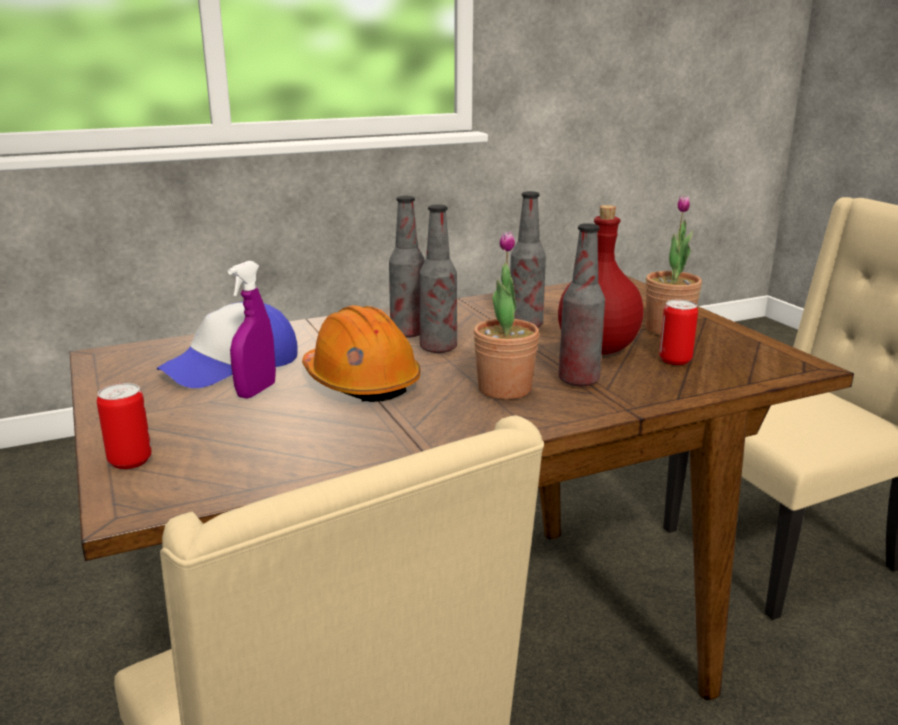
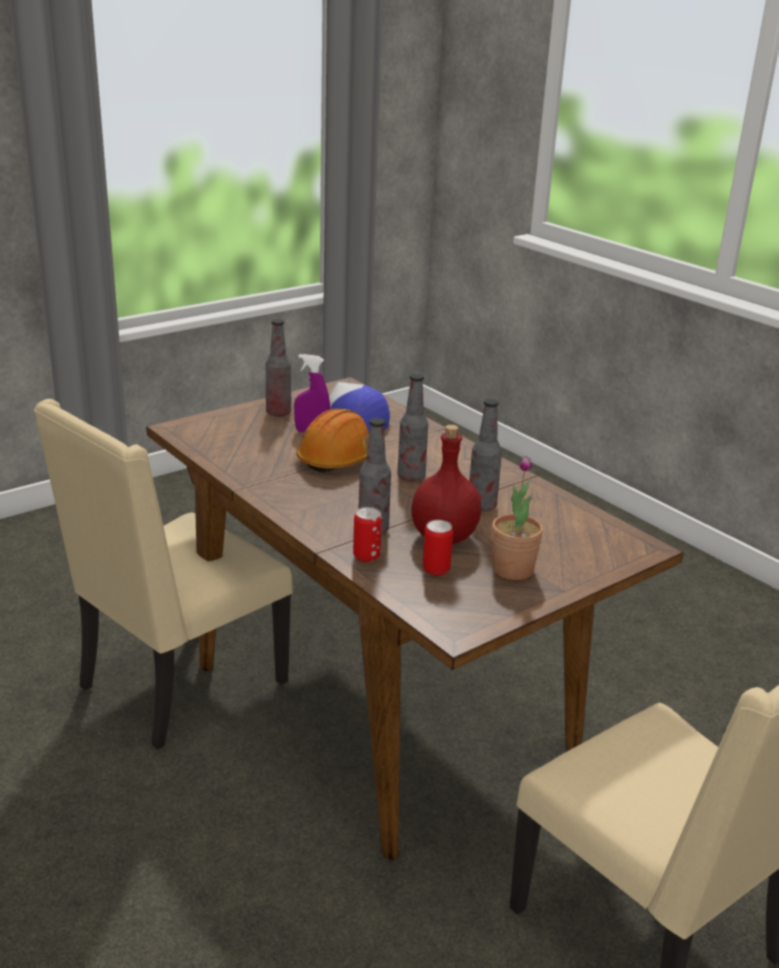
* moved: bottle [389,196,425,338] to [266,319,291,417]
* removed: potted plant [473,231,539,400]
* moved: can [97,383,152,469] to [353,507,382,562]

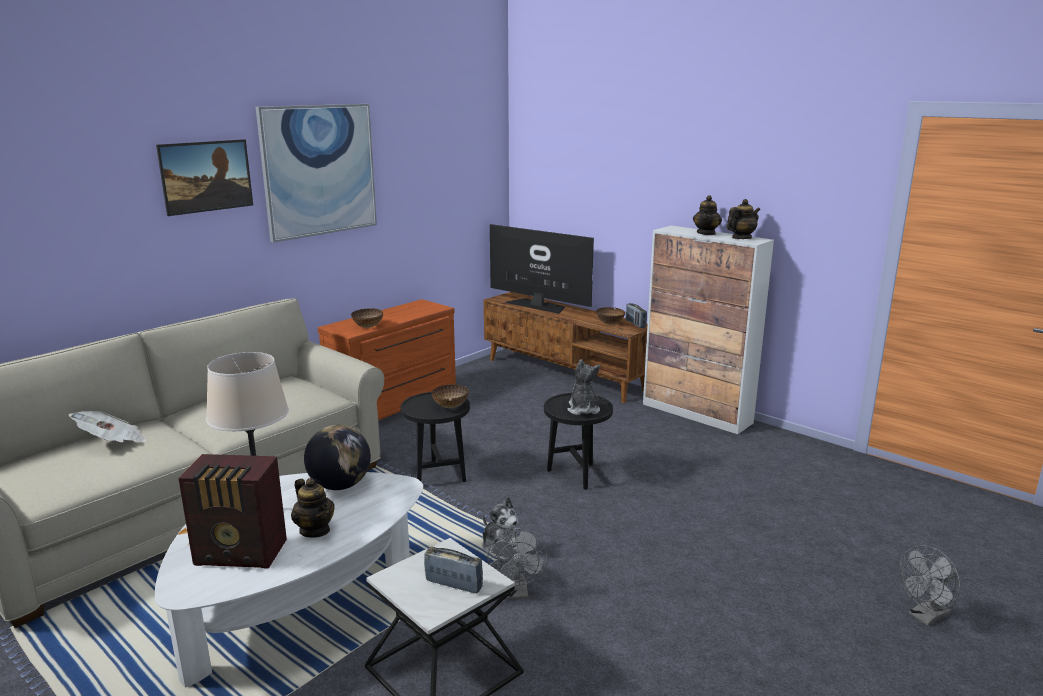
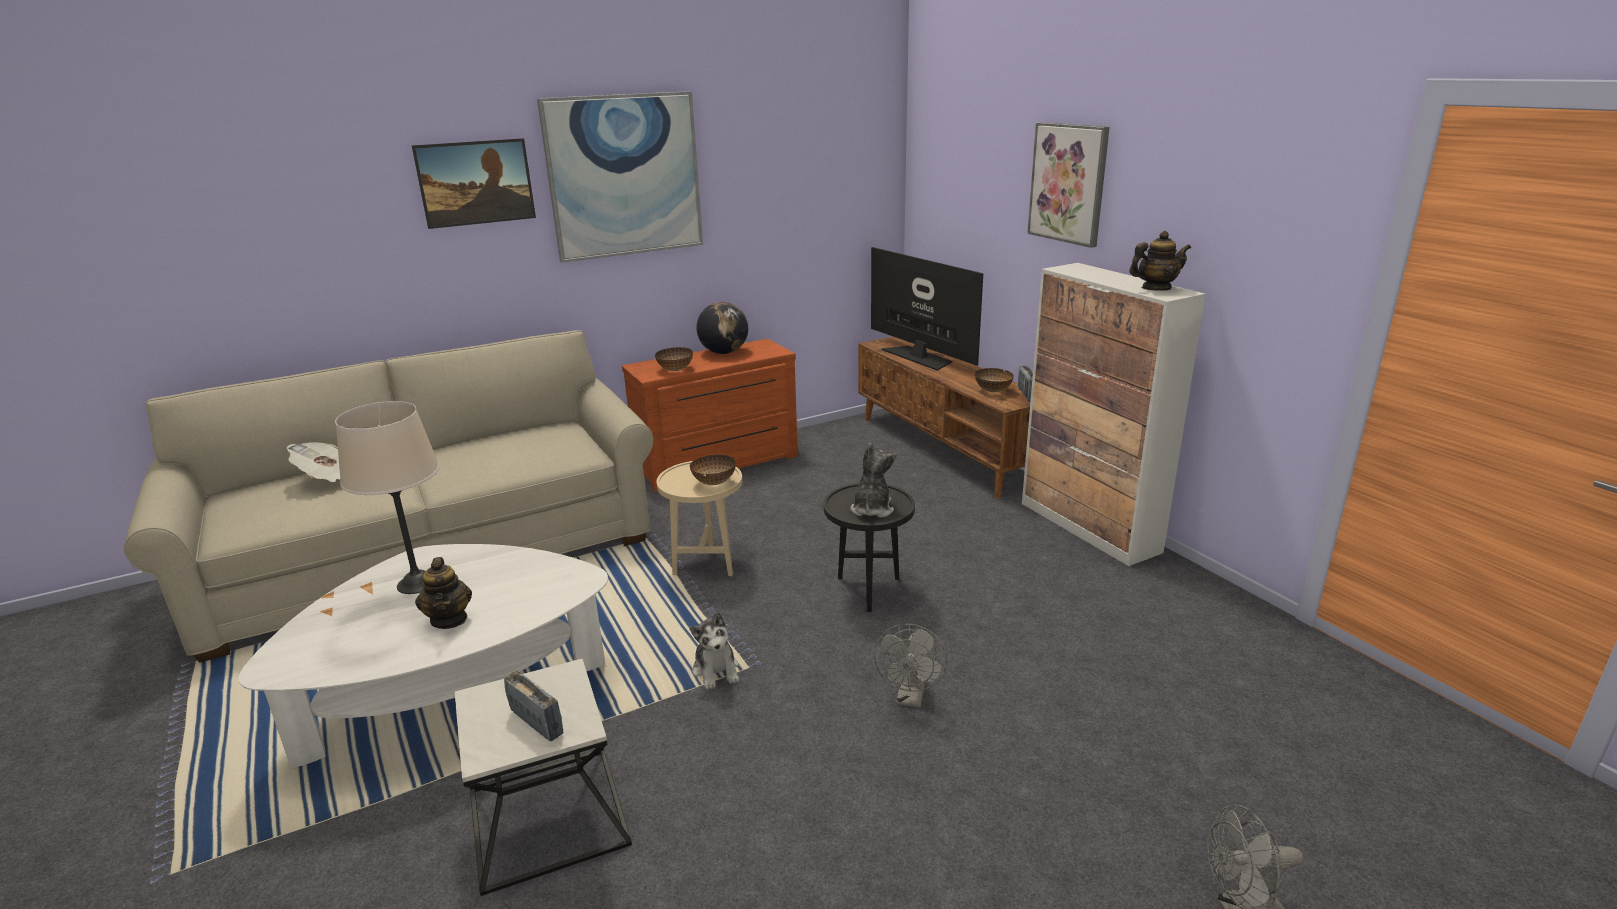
* removed: teapot [693,195,722,235]
* recoloured: black side table [401,392,470,482] to beige side table [656,461,742,576]
* moved: globe [304,425,371,490] to [697,302,748,354]
* removed: radio [178,454,287,569]
* moved: grey fan [487,528,548,599] to [874,624,948,708]
* added: picture [1027,122,1110,248]

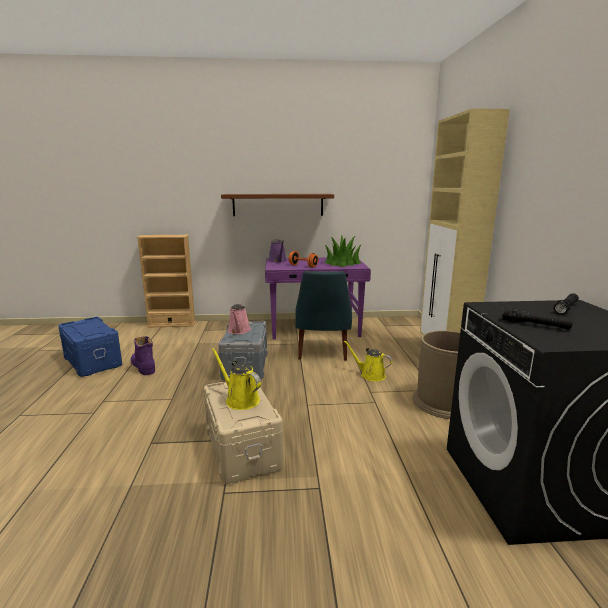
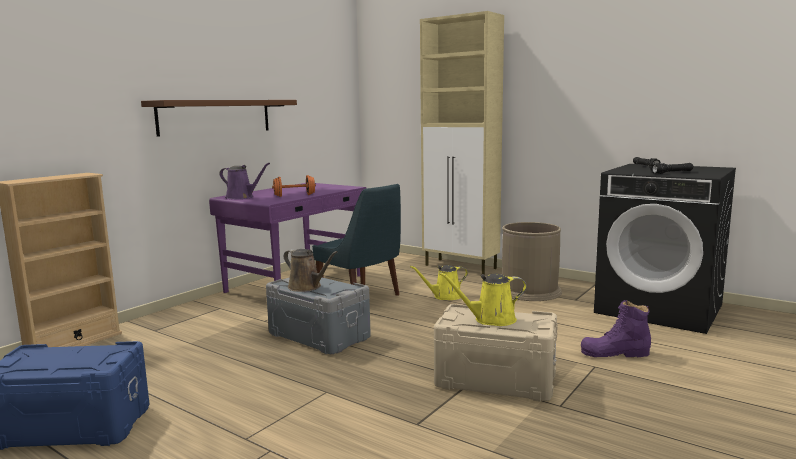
* removed: potted plant [325,235,362,267]
* recoloured: pink watering can [228,303,251,334] to brown watering can [284,249,338,292]
* moved: purple boot [131,336,155,375] to [581,300,651,357]

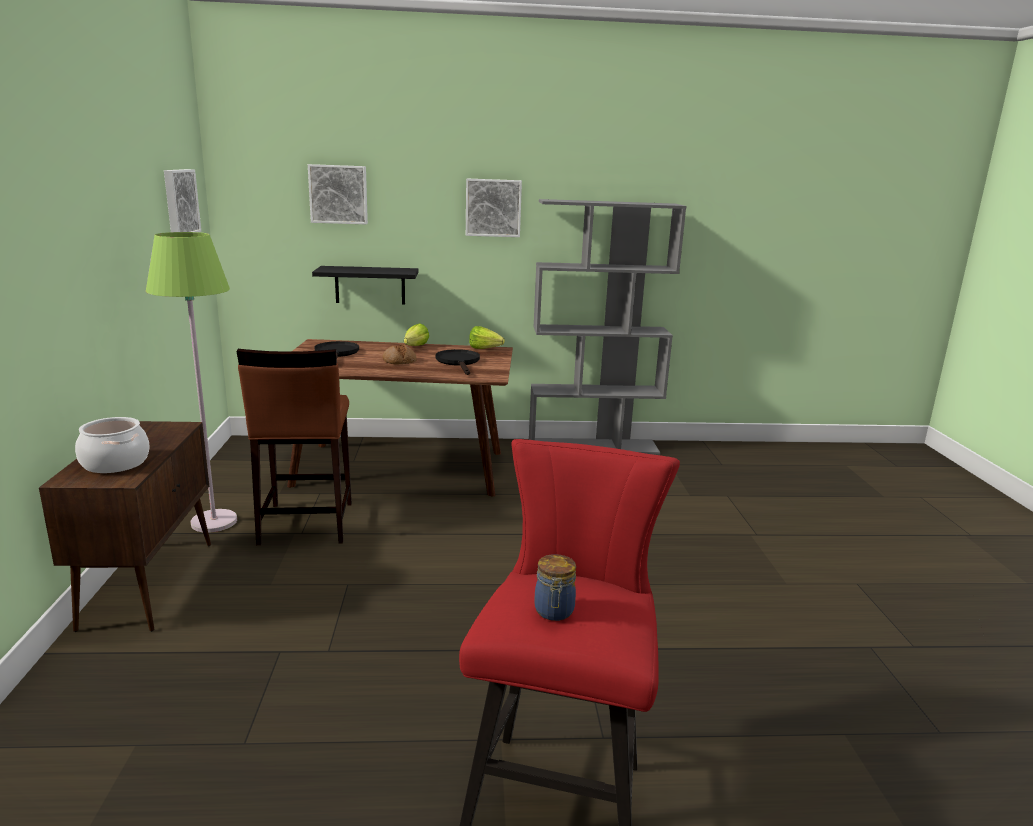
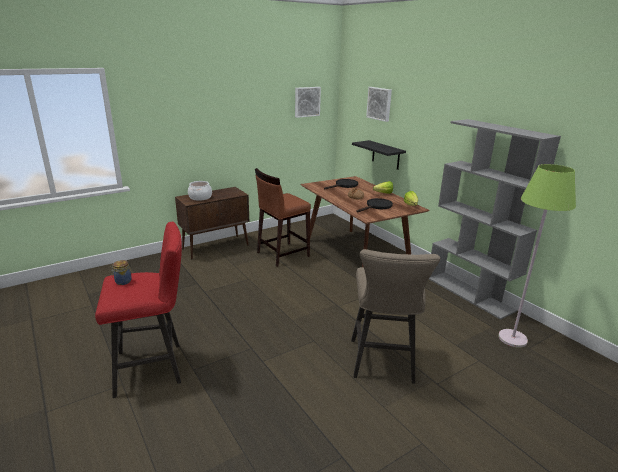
* removed: picture [466,179,522,237]
* moved: green floor lamp [146,232,237,533] to [498,164,576,348]
* added: beige stool [351,249,440,384]

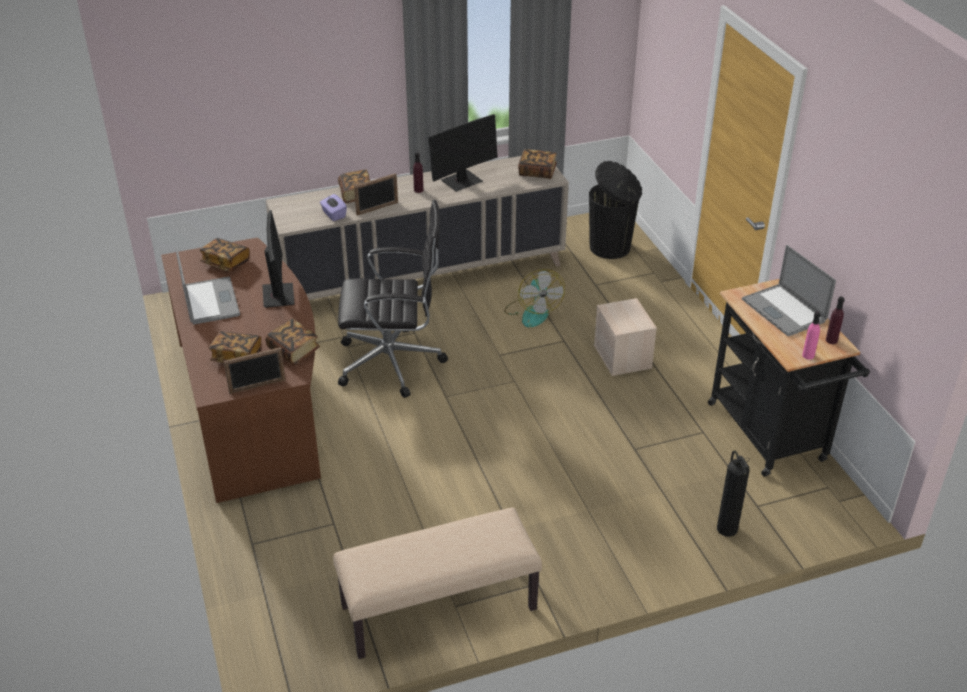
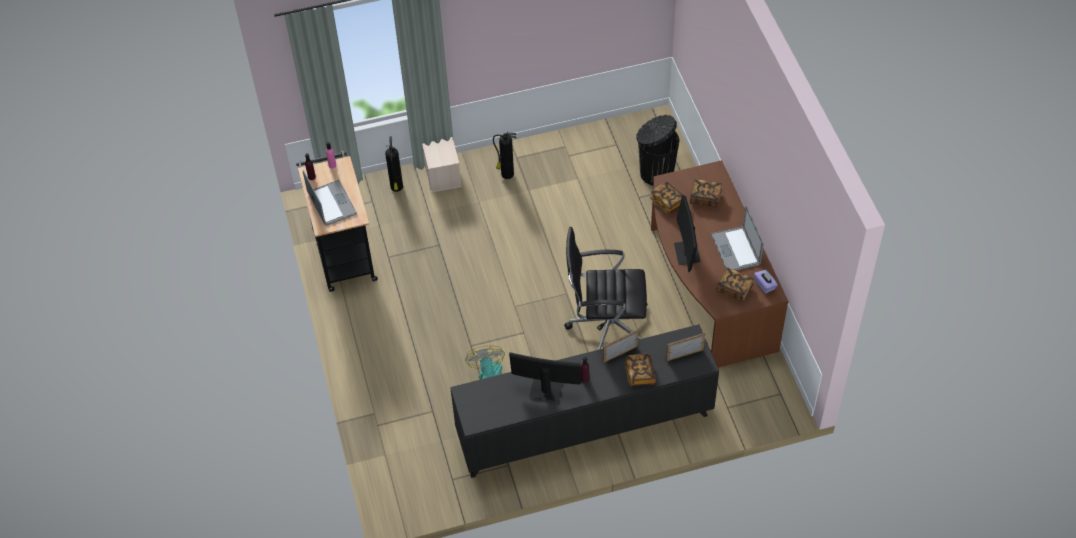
* turned: monitor [428,114,498,192] = [509,352,581,402] 45 degrees clockwise
* removed: book [518,149,557,179]
* recoloured: beige cabinet [266,156,569,300] to black cabinet [450,324,719,478]
* moved: black trash can [589,161,642,259] to [636,115,679,186]
* moved: purple tissue box [320,194,347,221] to [754,270,778,294]
* moved: beige storage box [594,298,657,376] to [422,137,462,193]
* moved: picture frame [224,347,286,394] to [666,333,705,361]
* removed: beige bench [333,508,542,659]
* added: fire extinguisher [493,131,517,179]

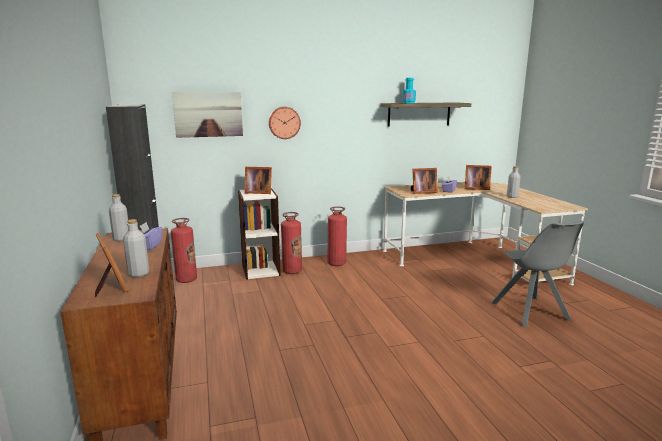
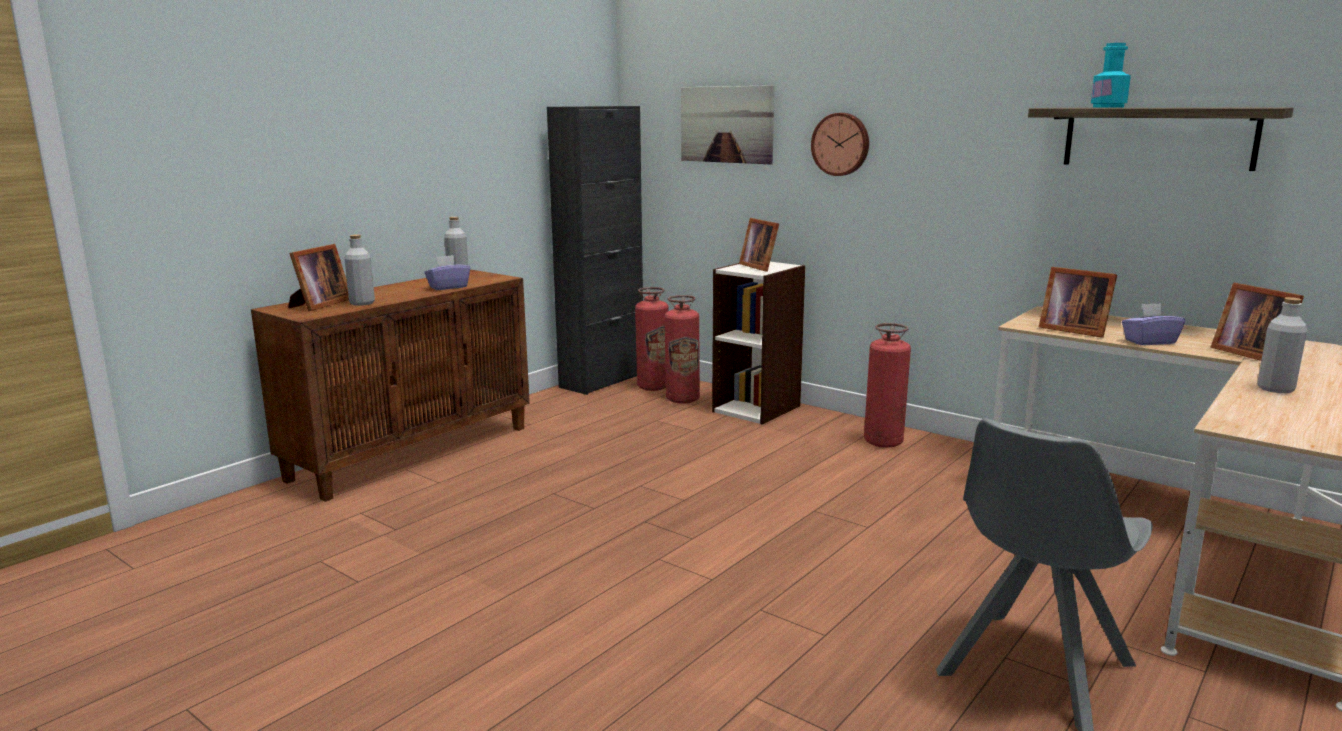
* moved: fire extinguisher [281,212,302,274] to [665,295,700,404]

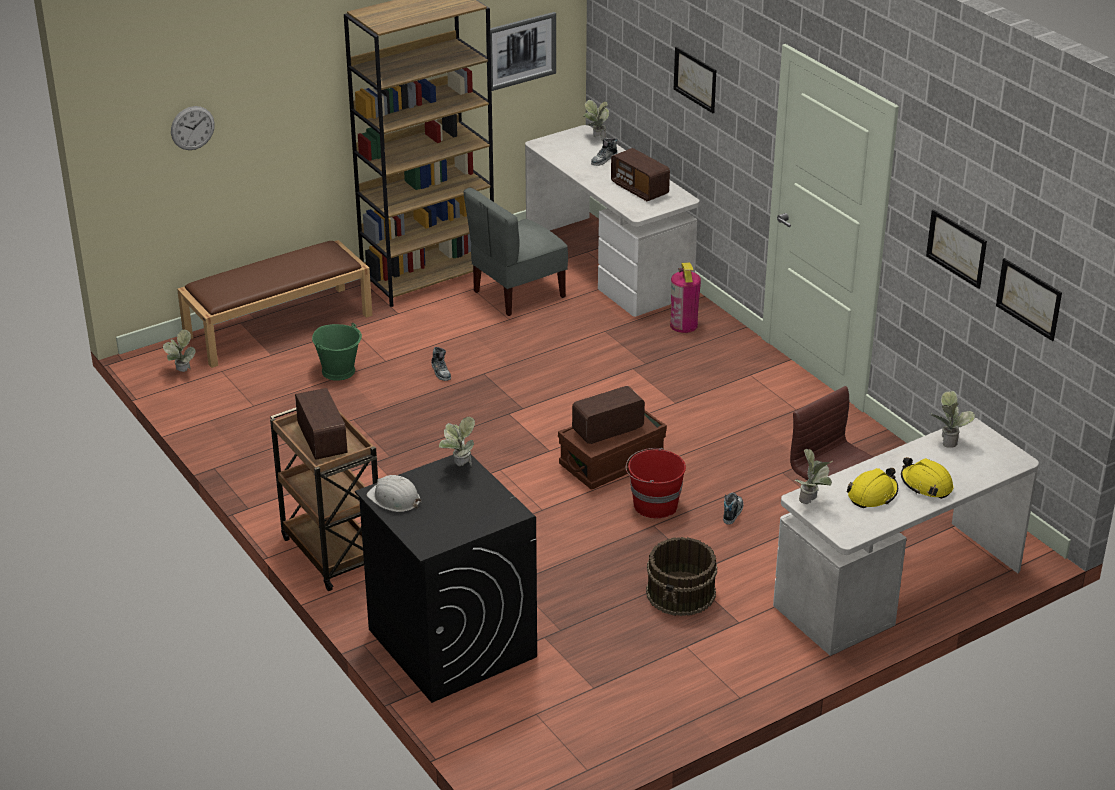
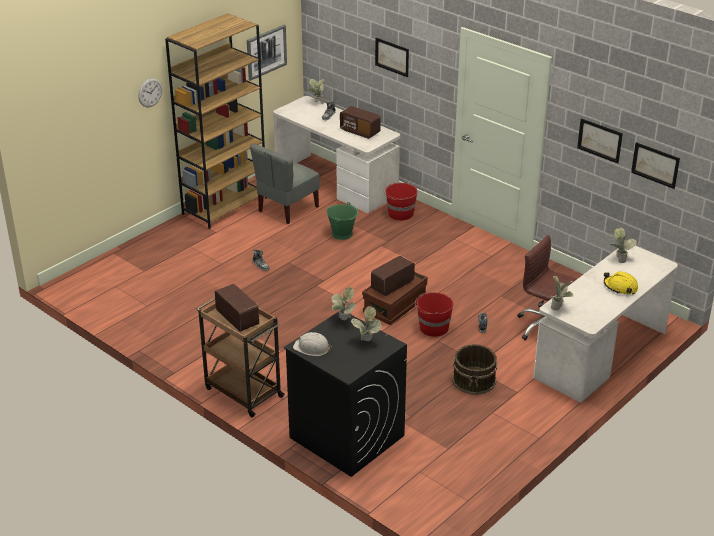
* moved: wall clock [171,106,215,150] to [138,78,162,107]
* removed: brown bench [177,240,372,368]
* replaced: fire extinguisher [670,262,701,333] to red bucket [384,182,417,221]
* moved: green bucket [312,323,362,381] to [326,202,358,240]
* moved: potted plant [163,330,196,372] to [351,306,382,341]
* removed: yellow hard hat [847,468,898,508]

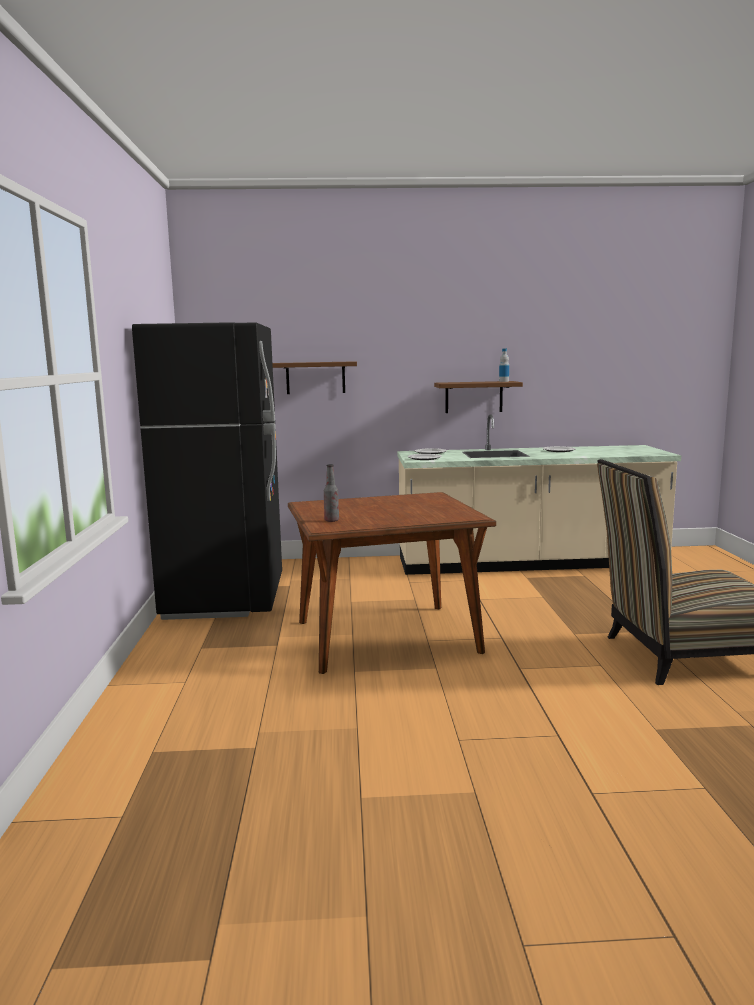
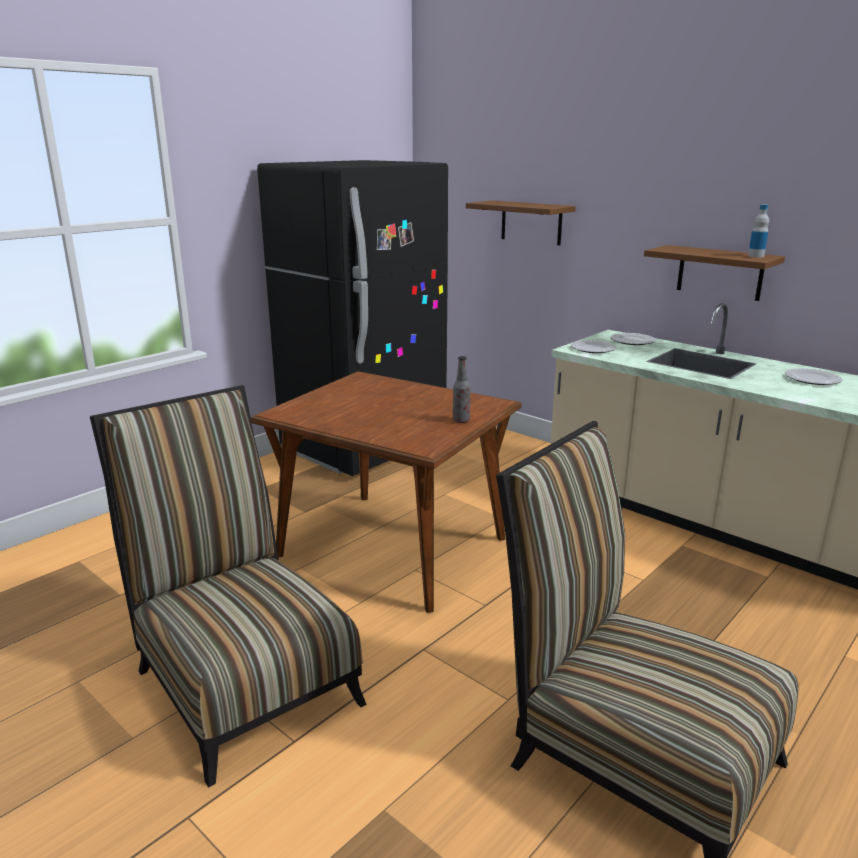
* moved: bottle [324,464,339,522] to [453,356,470,423]
* added: chair [90,385,366,787]

